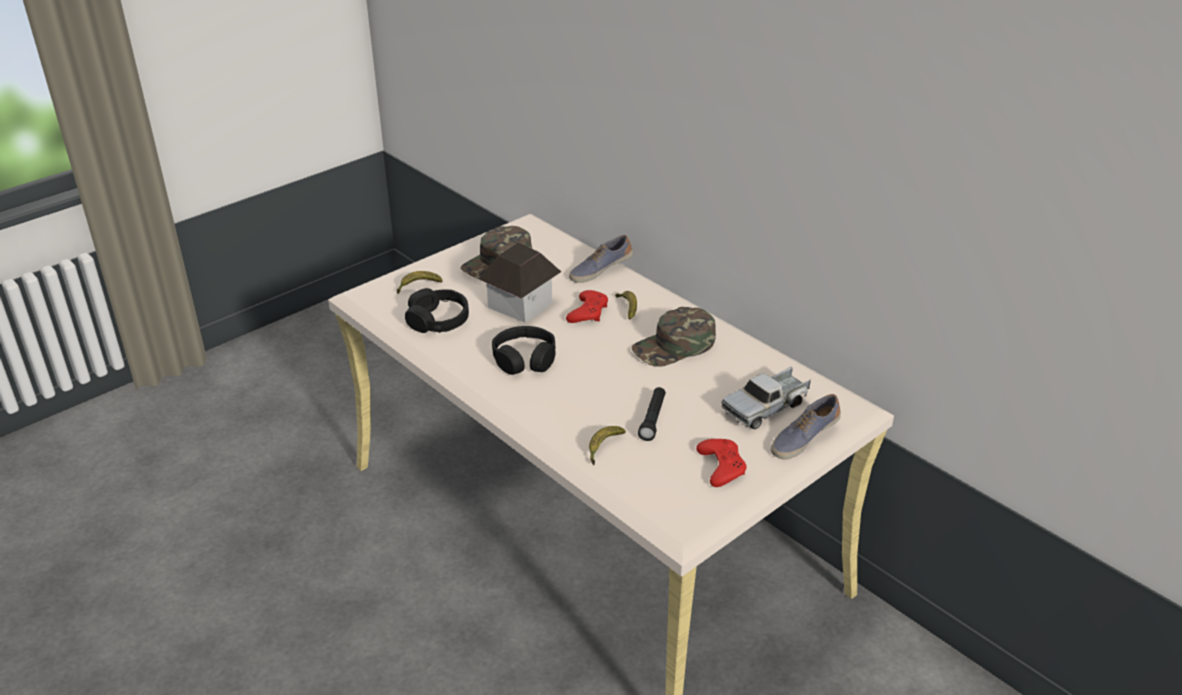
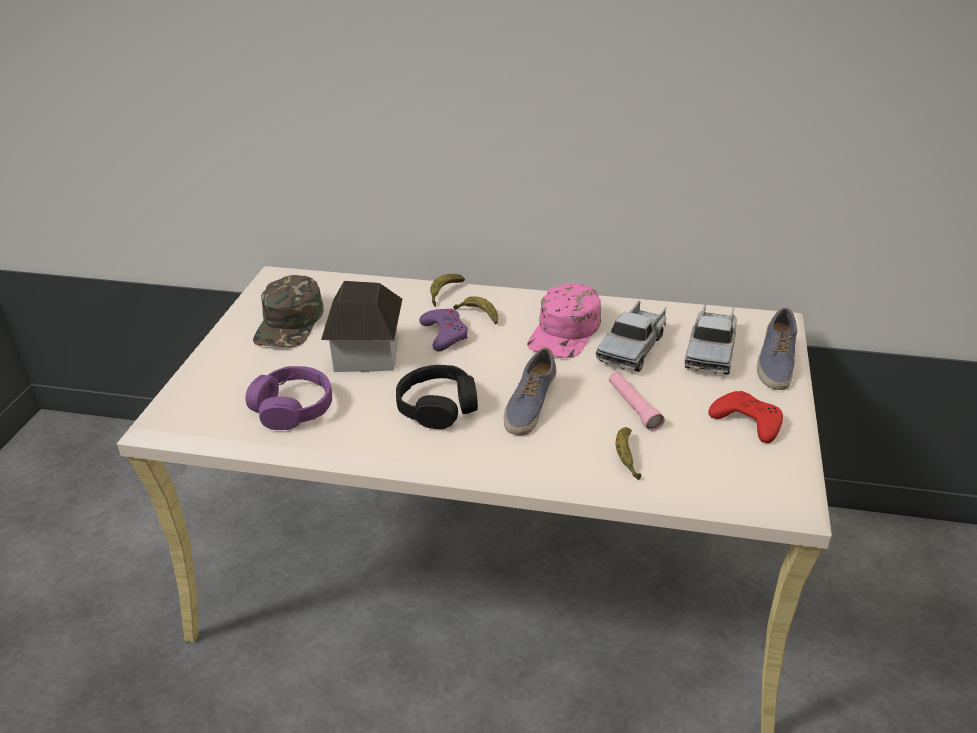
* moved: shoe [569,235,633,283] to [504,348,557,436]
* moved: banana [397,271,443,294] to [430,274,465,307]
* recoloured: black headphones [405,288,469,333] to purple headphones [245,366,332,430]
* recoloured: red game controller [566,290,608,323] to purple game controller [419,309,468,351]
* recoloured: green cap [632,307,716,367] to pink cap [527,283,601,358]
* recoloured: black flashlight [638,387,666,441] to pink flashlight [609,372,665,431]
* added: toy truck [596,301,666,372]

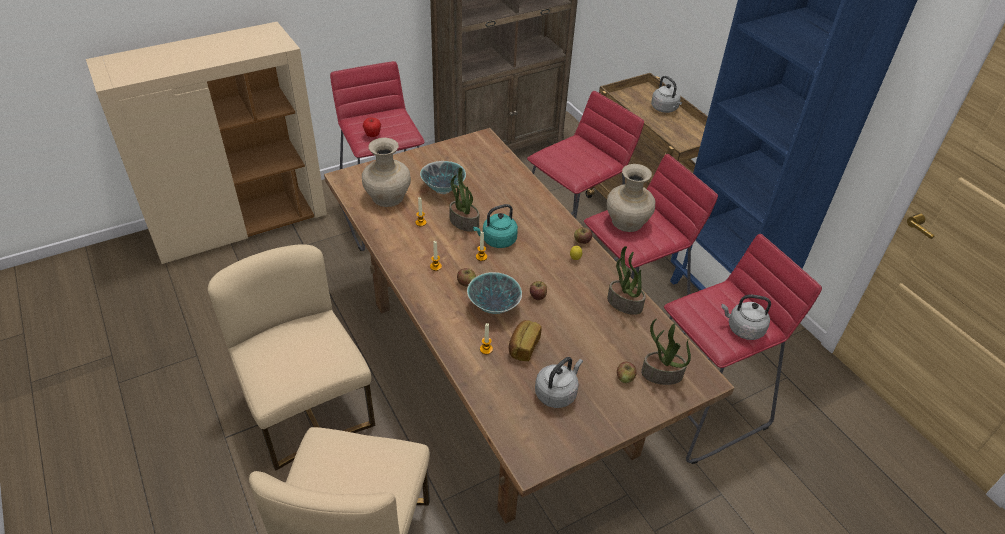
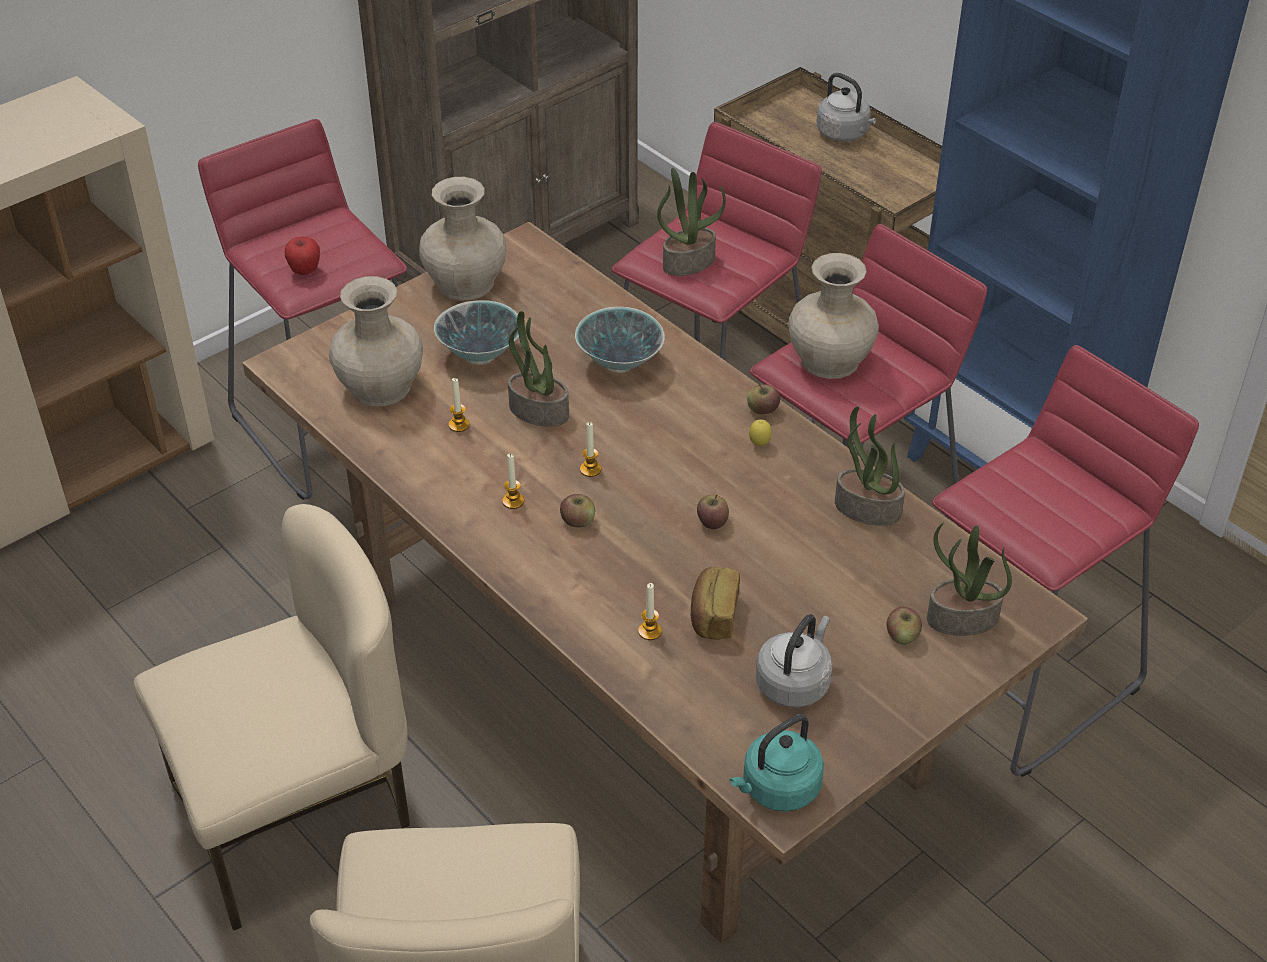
* moved: turquoise kettle [473,204,518,248] to [729,714,824,812]
* turned: beige chair [208,244,375,471] = [134,504,410,931] 105 degrees clockwise
* moved: bowl [467,272,522,314] to [575,307,665,373]
* removed: grey kettle [721,294,771,340]
* added: potted plant [657,168,726,276]
* added: beige vase [419,177,506,301]

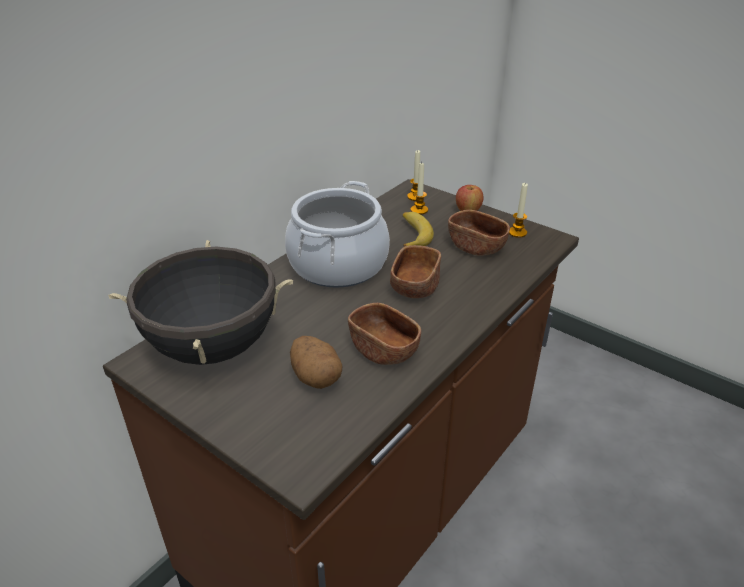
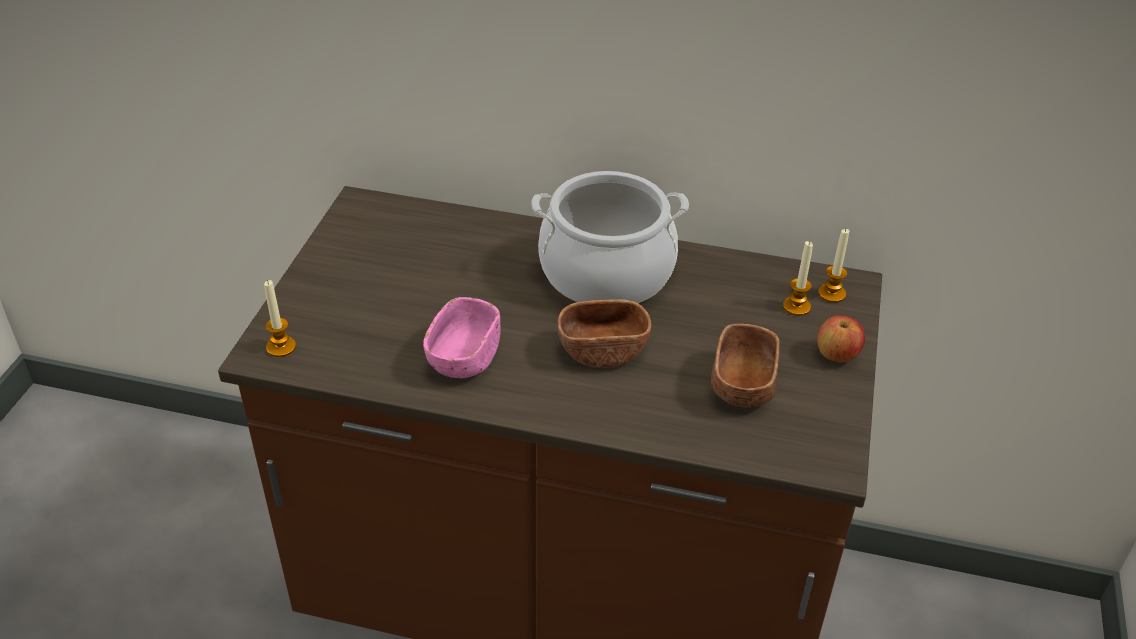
* moved: candle [509,182,528,238] to [264,280,296,357]
* removed: banana [403,212,434,247]
* removed: black cooking pot [108,240,293,365]
* recoloured: brown bowl [348,303,421,365] to pink bowl [423,297,501,378]
* removed: potato [290,336,342,389]

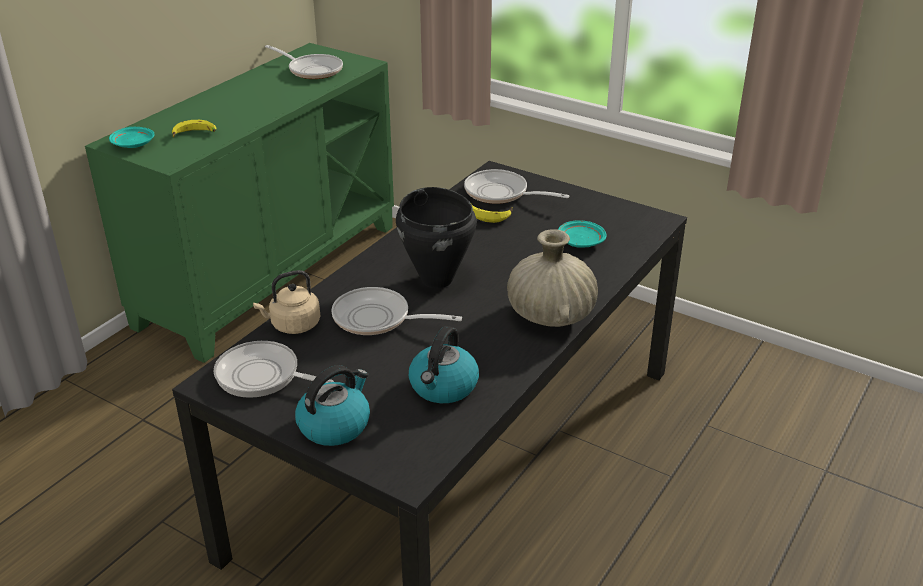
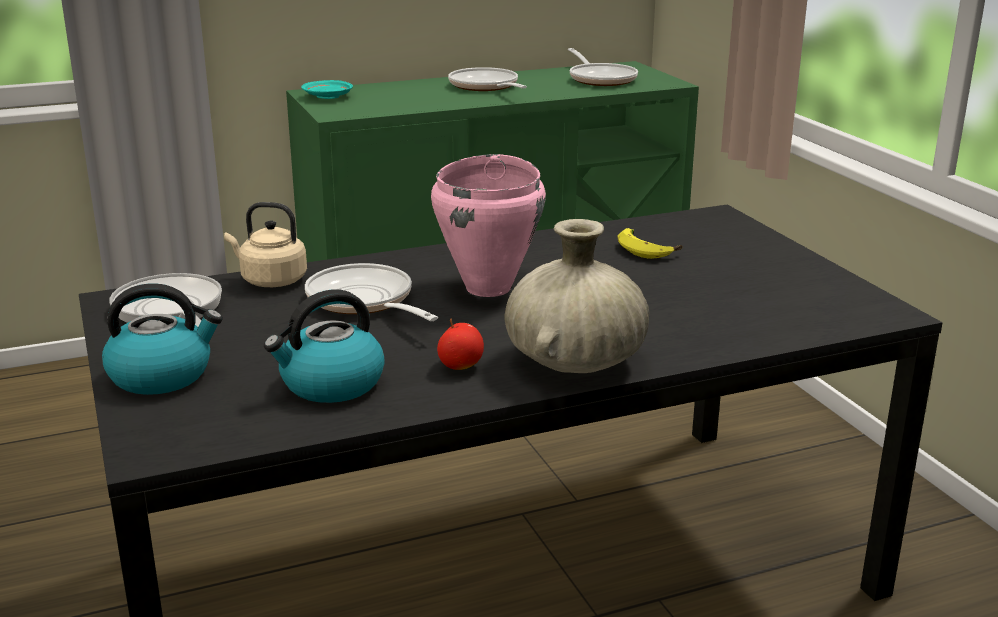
* removed: banana [172,120,217,137]
* moved: frying pan [464,169,569,204] to [448,67,527,91]
* recoloured: black cooking pot [396,187,477,288] to pink cooking pot [431,154,546,297]
* removed: turquoise plate [558,220,607,248]
* added: apple [437,318,484,370]

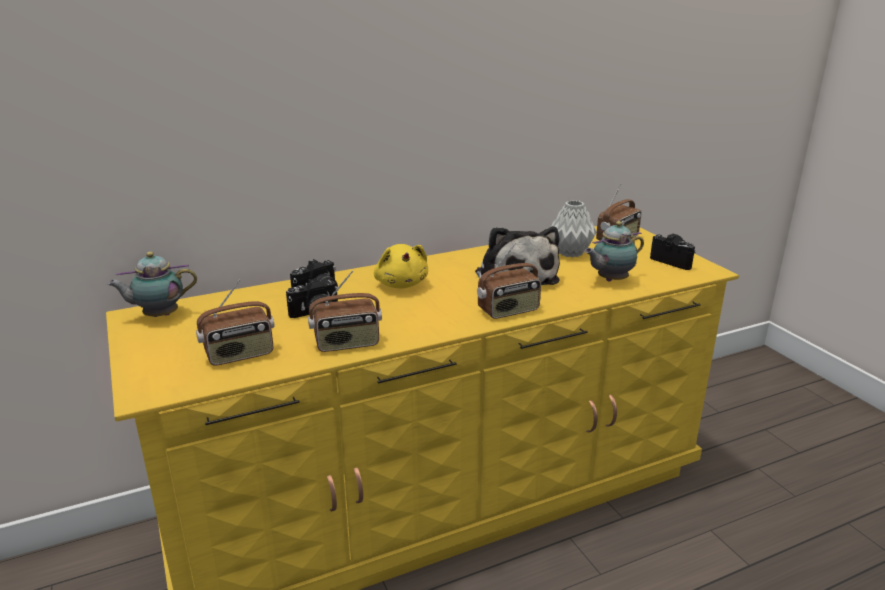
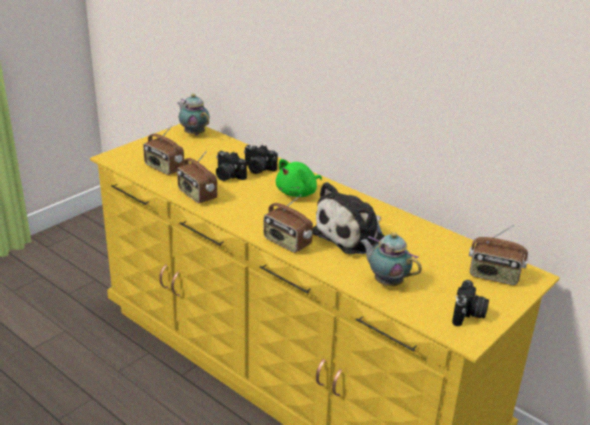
* removed: grey vase [549,200,597,258]
* recoloured: yellow plush toy [374,244,428,289] to green plush toy [276,159,322,197]

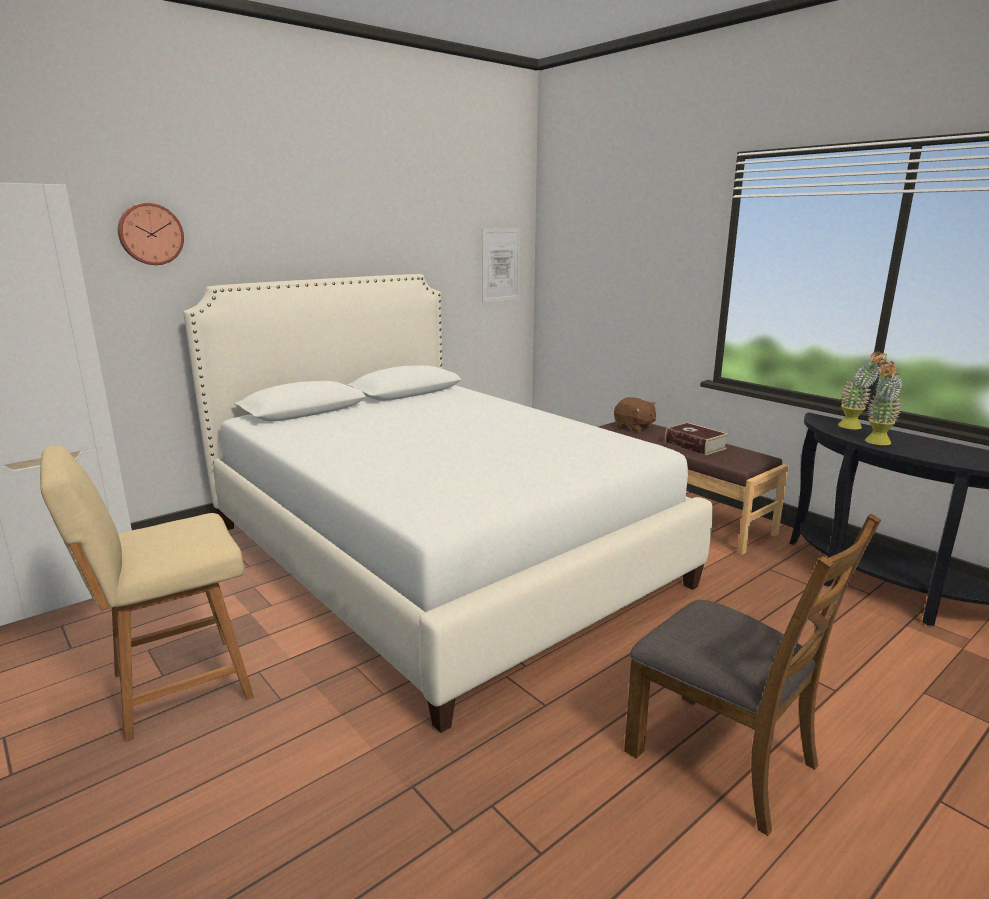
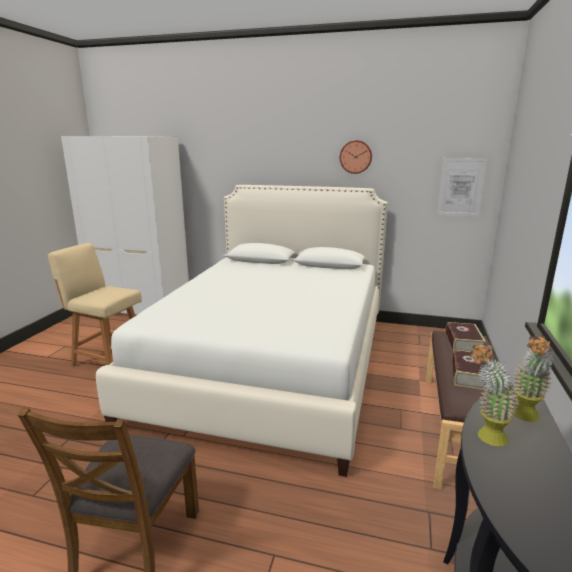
* moved: wall clock [118,203,184,265] to [340,140,372,174]
* replaced: brown plush toy [614,397,656,432] to book [446,322,486,353]

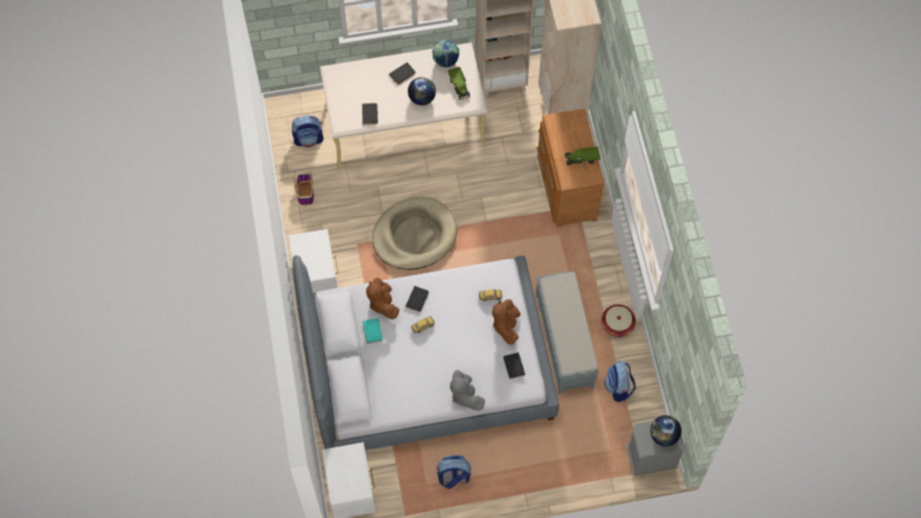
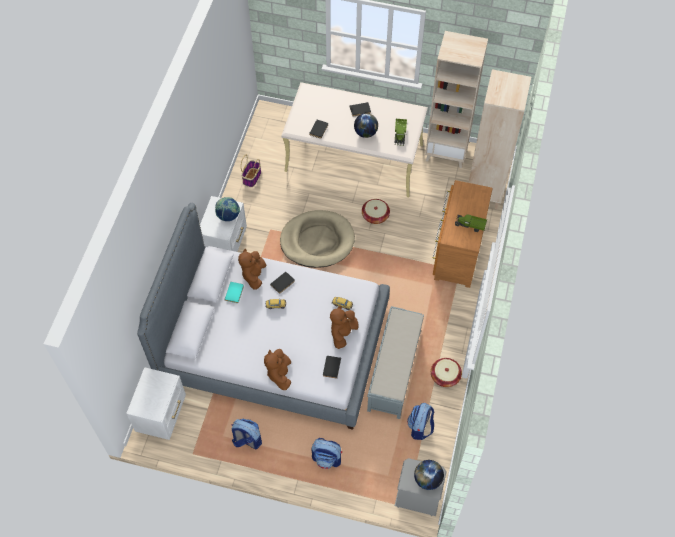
* moved: globe [432,40,460,68] to [215,197,240,221]
* moved: backpack [292,116,324,148] to [311,438,342,469]
* recoloured: grey plush toy [450,370,485,411] to brown plush toy [264,349,291,390]
* added: basket [362,199,390,224]

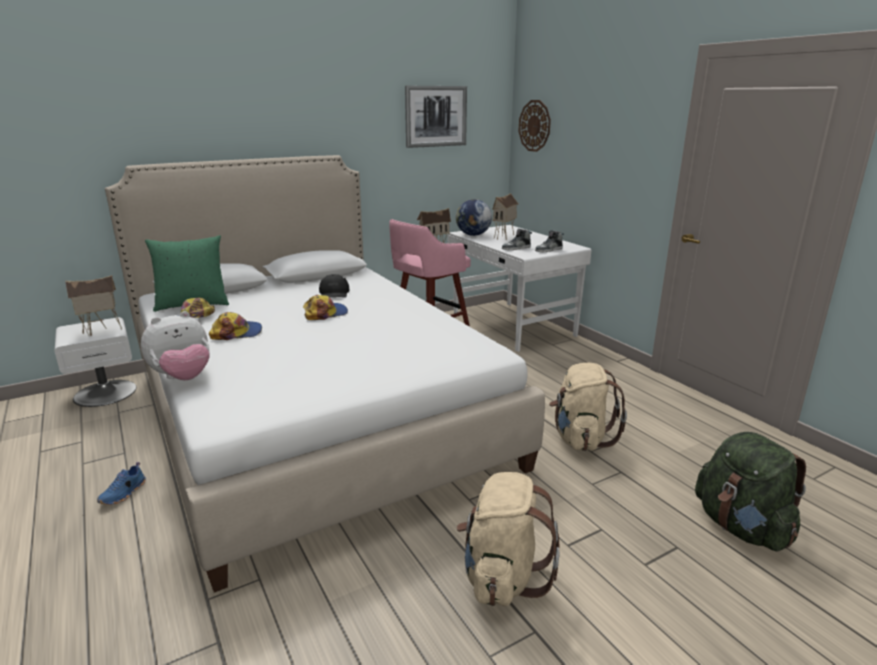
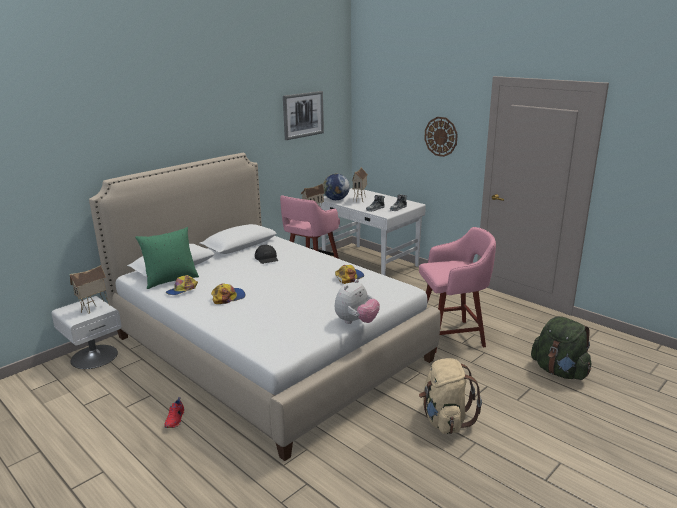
* moved: wall clock [518,100,551,152] to [424,117,458,157]
* moved: cap [303,295,348,320] to [335,265,364,284]
* moved: plush toy [141,311,210,380] to [335,279,380,324]
* replaced: beige backpack [549,362,627,451] to pink stool [419,227,496,353]
* recoloured: blue shoe [97,462,146,505] to red shoe [164,397,185,428]

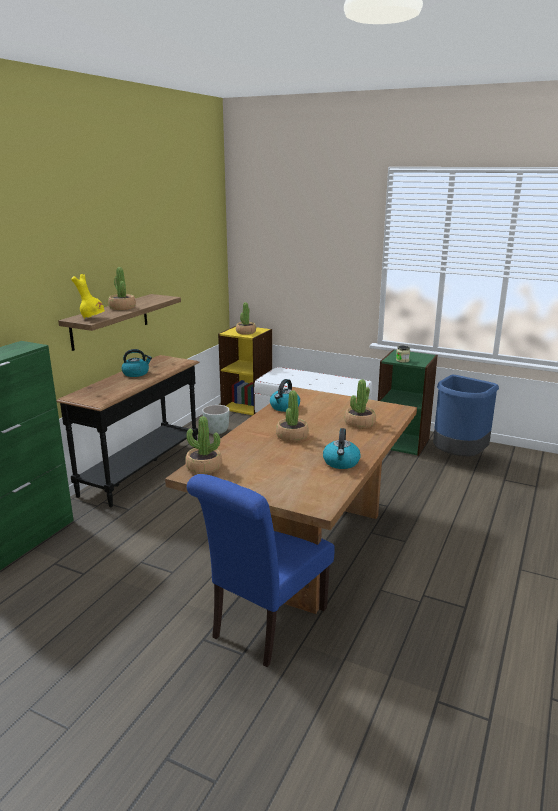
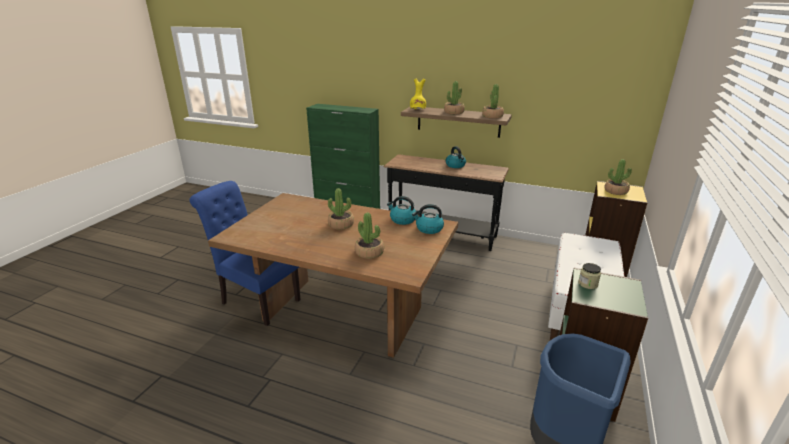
* removed: grey planter [202,405,229,434]
* moved: potted plant [185,416,222,474] to [482,84,504,119]
* moved: kettle [323,428,361,469] to [412,204,444,234]

